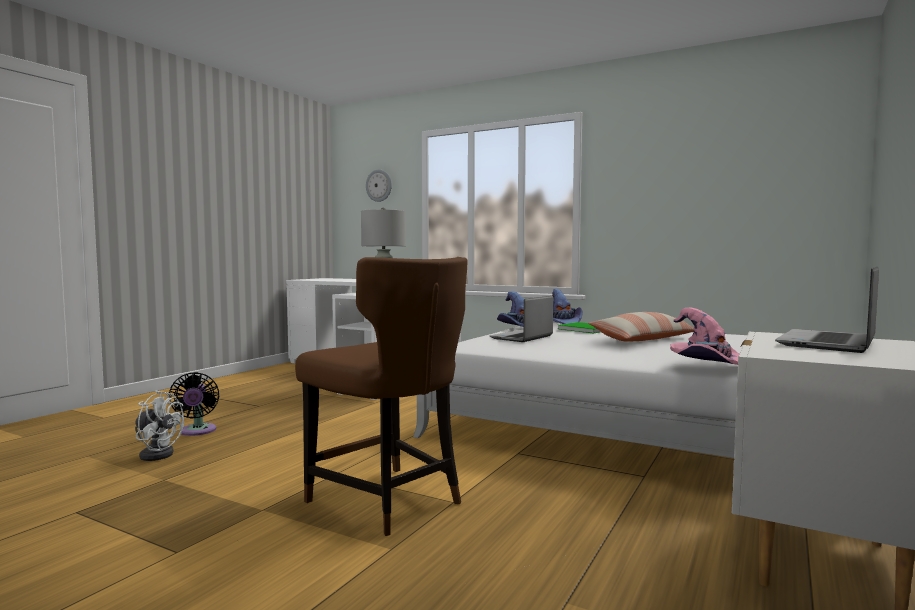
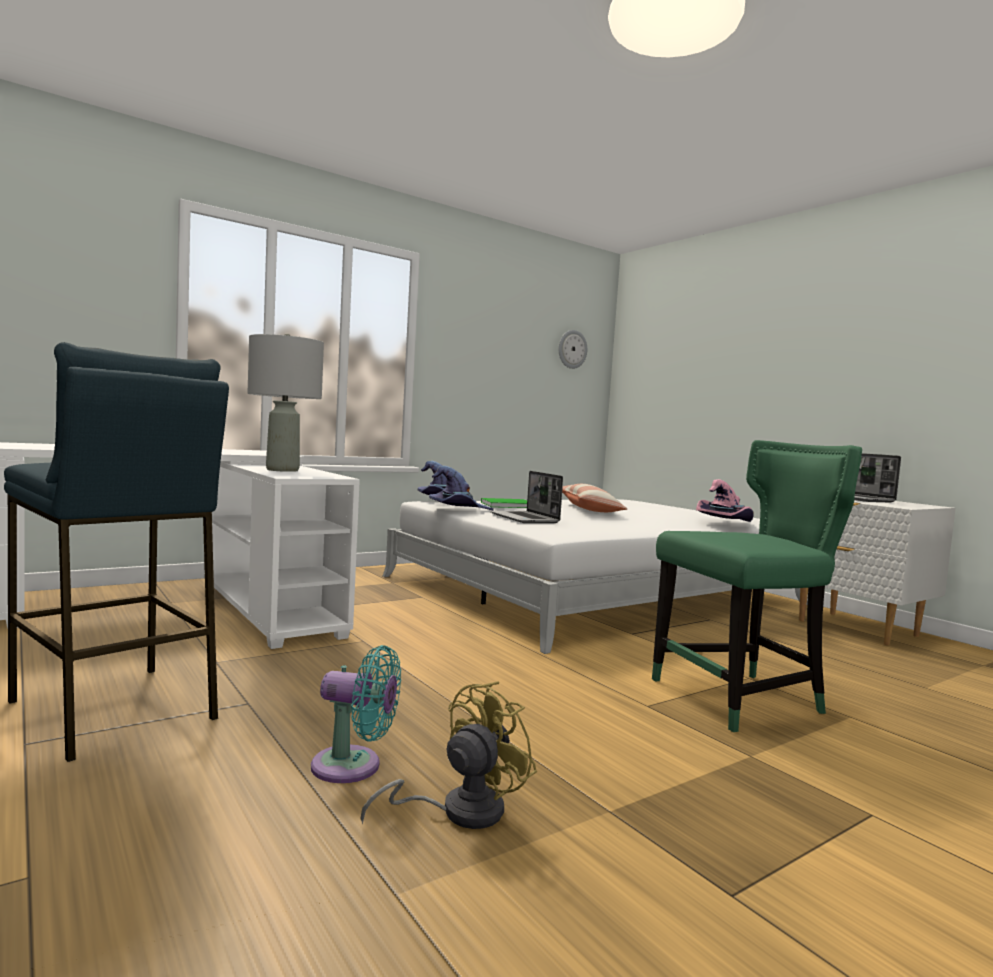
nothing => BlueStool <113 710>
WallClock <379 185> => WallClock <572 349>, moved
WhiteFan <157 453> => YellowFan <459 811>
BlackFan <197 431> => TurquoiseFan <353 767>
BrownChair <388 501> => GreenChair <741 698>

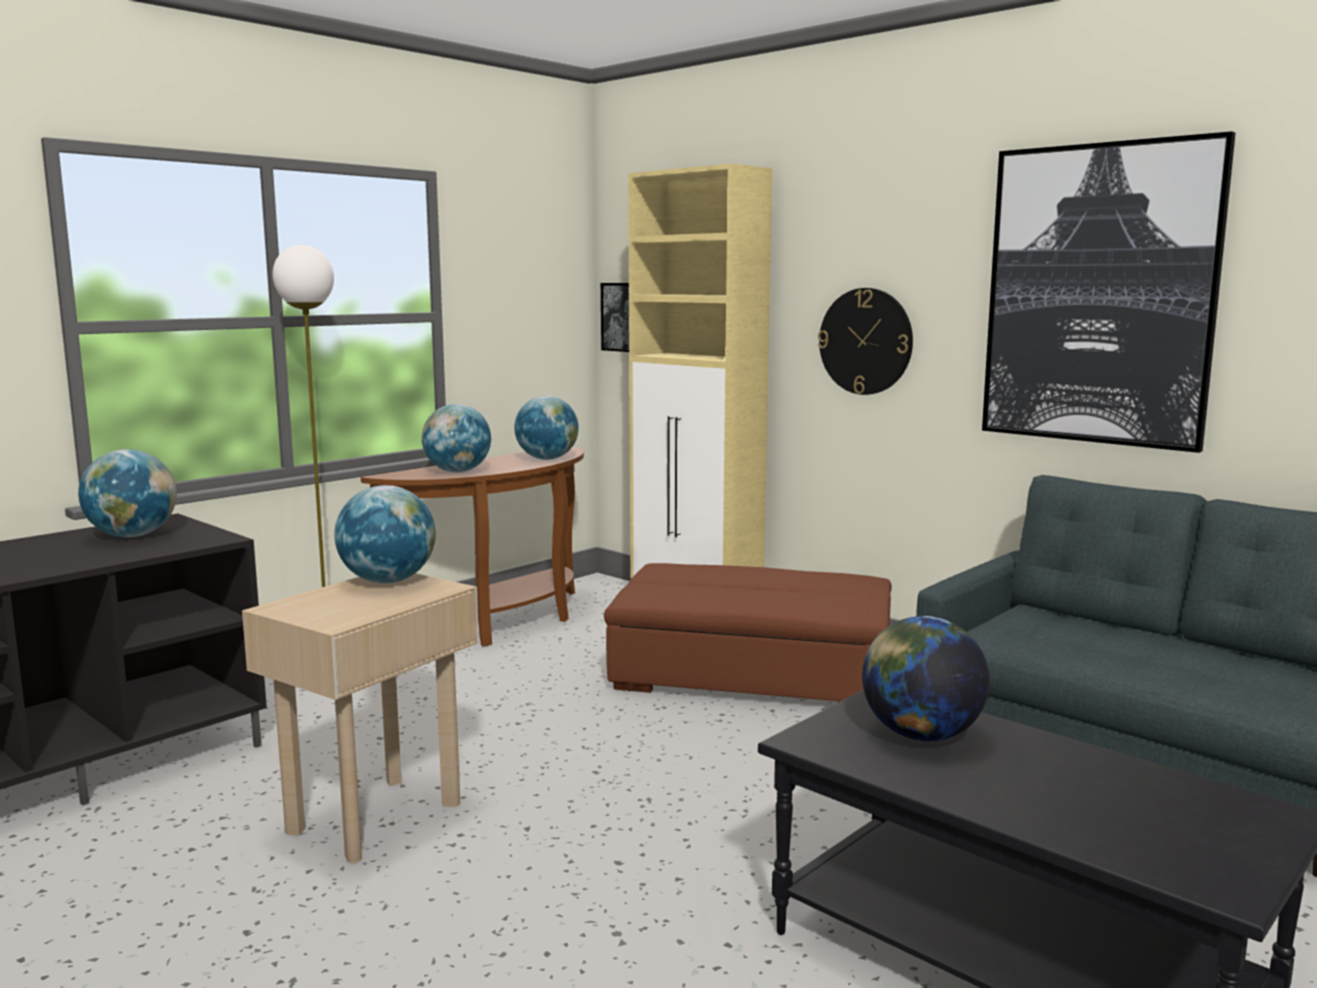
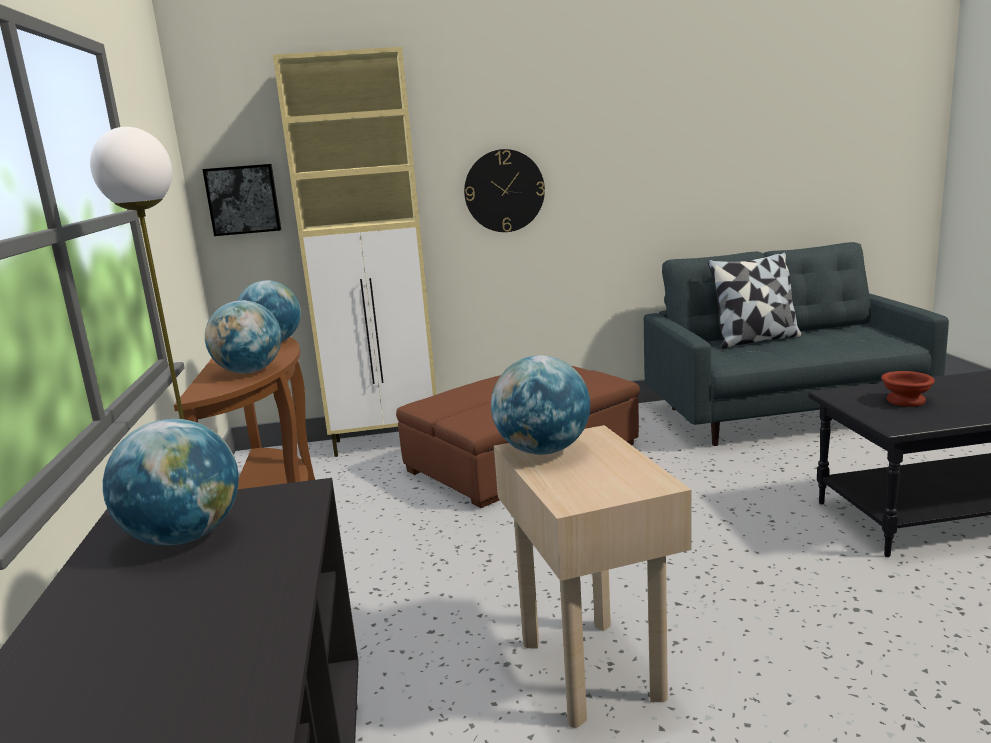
Picture <1099 295> => nothing
nothing => Pillow <755 340>
Globe <920 735> => BrownBowl <904 401>

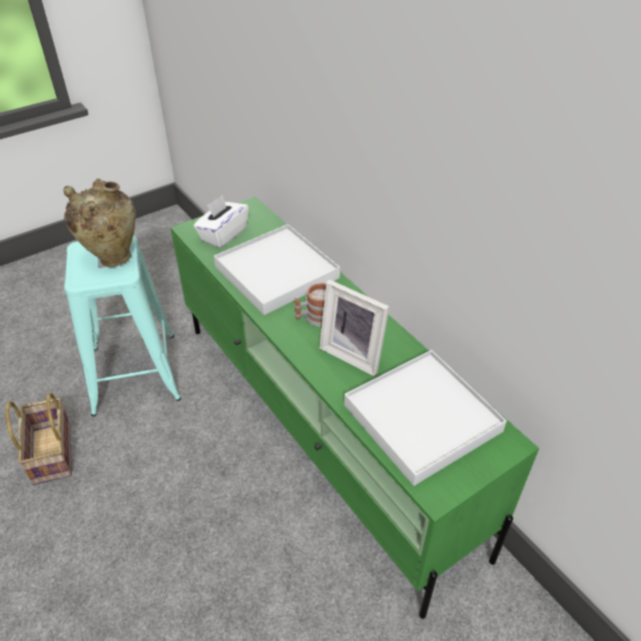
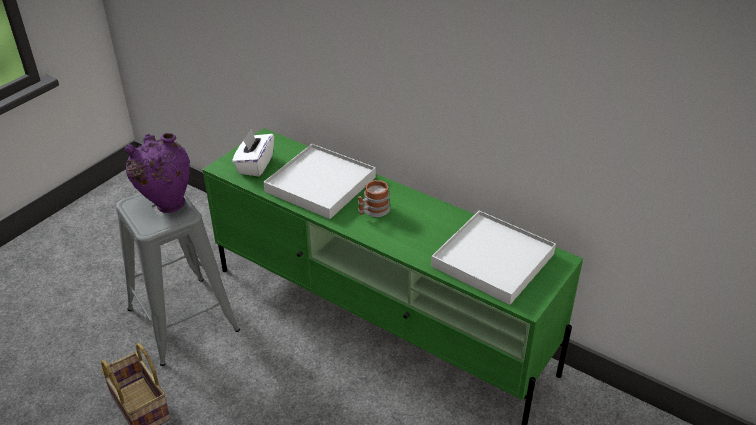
PictureFrame <354 353> => nothing
BeigeVase <112 257> => PurpleVase <166 204>
TurquoiseStool <135 373> => GreyStool <183 319>

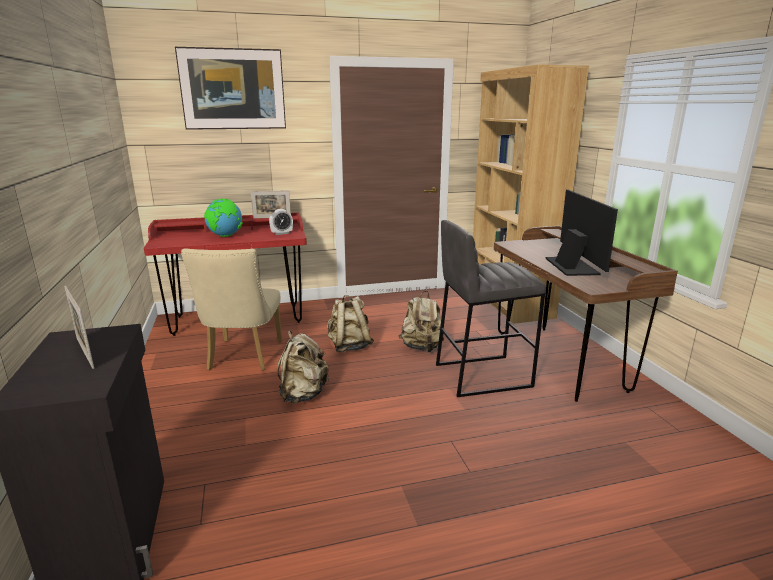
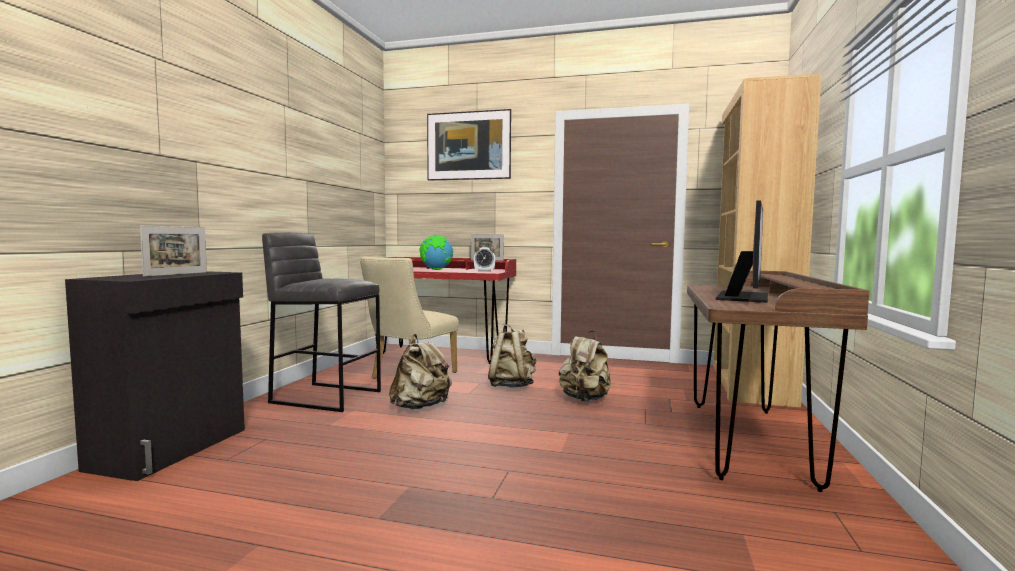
GreyStool <481 375> => GreyStool <326 396>, moved
PictureFrame <85 353> => PictureFrame <176 274>, 150 degrees counterclockwise

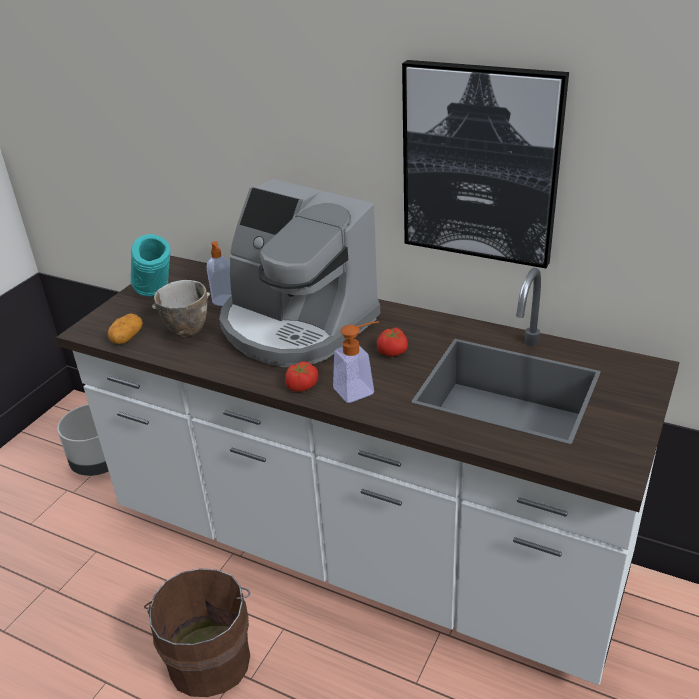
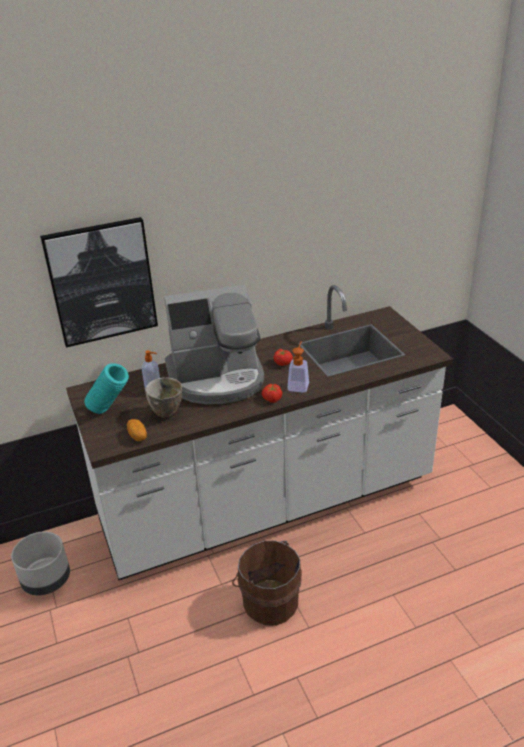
Picture <480 164> => Picture <101 282>, moved

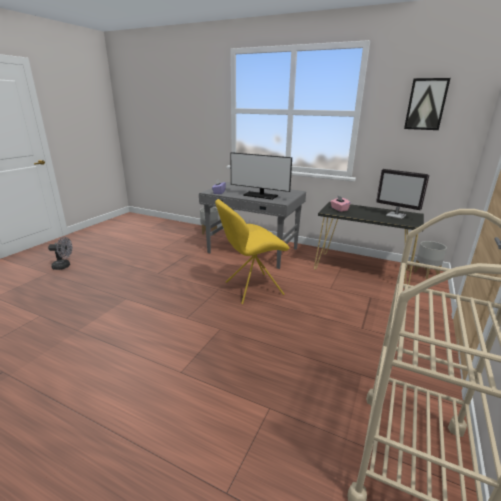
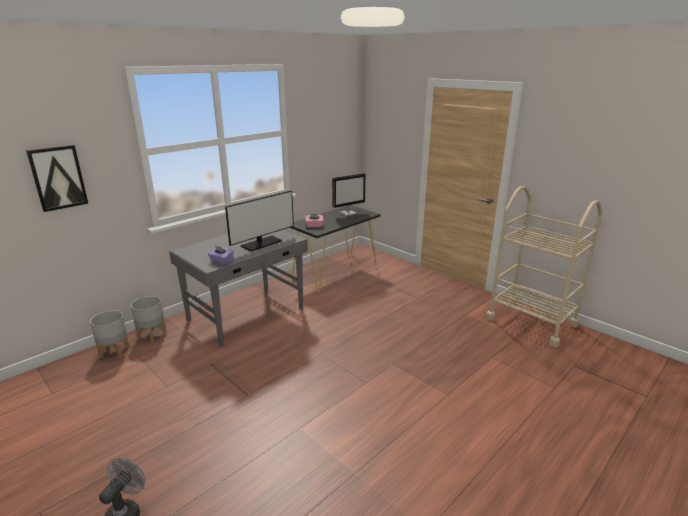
YellowChair <251 289> => nothing
Picture <426 104> => Picture <58 178>, moved
GreyPlanter <426 274> => GreyPlanter <115 351>, moved

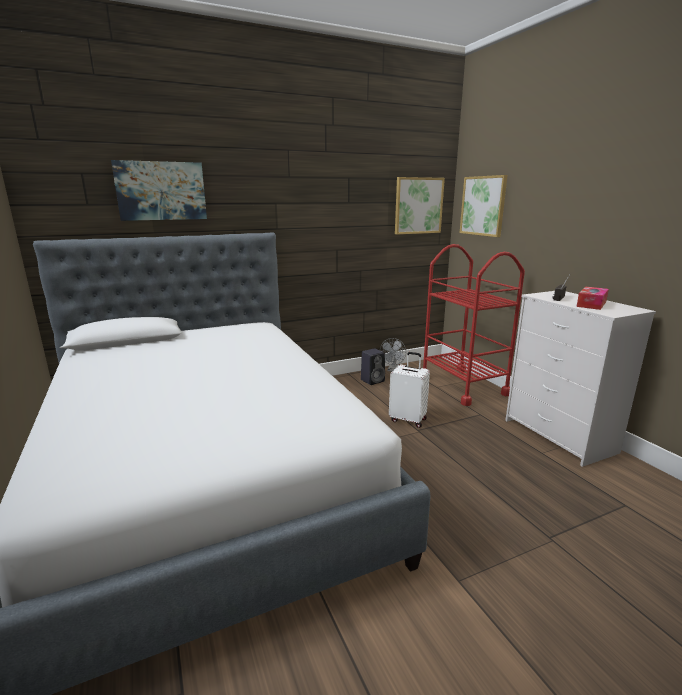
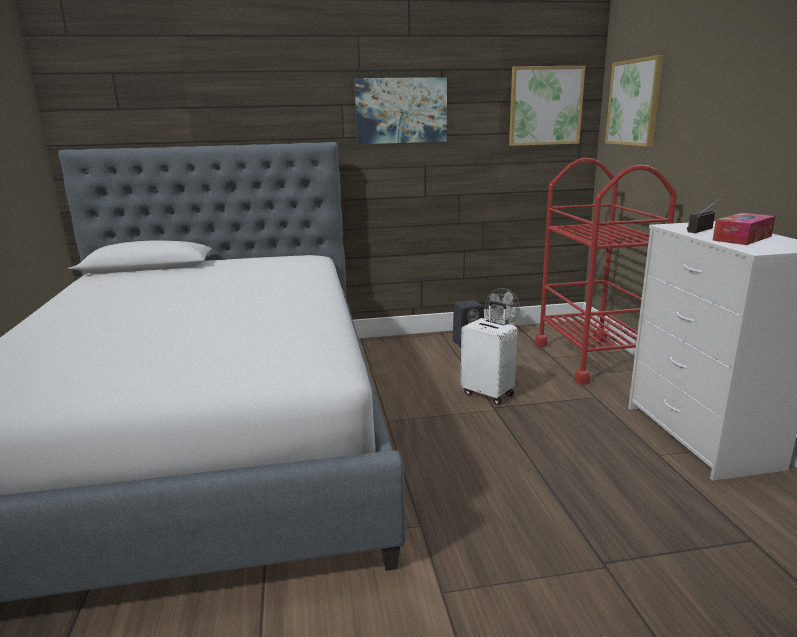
Picture <161 191> => Picture <401 110>, moved

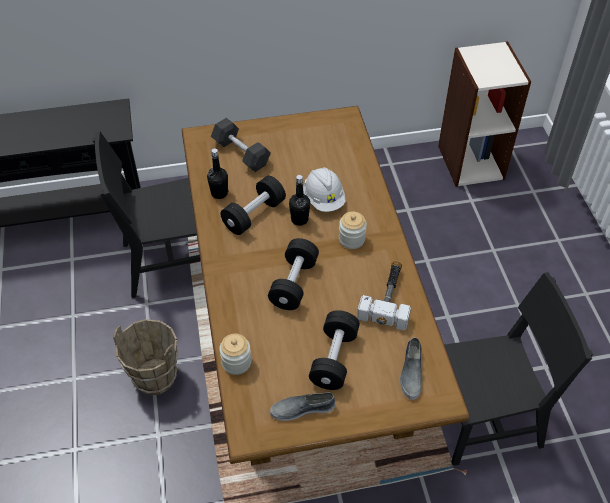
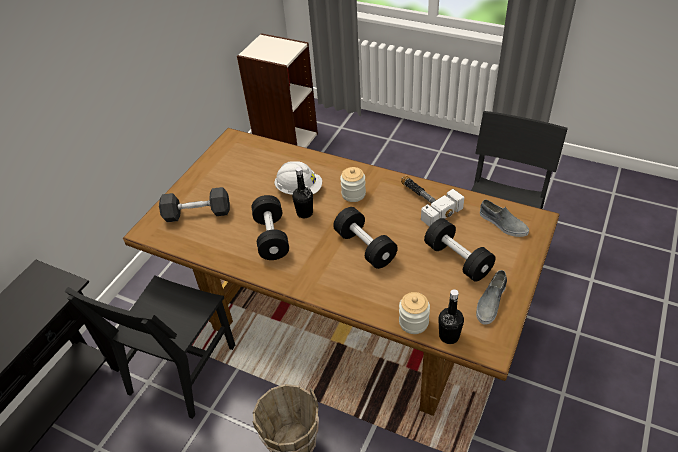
BlackBottle <219 193> => BlackBottle <449 336>, moved

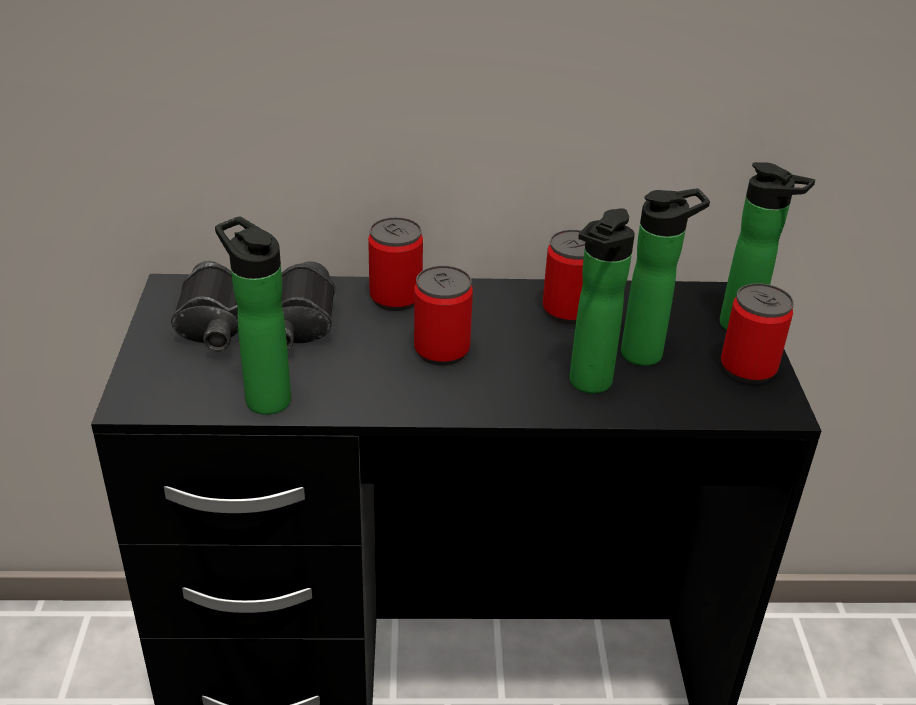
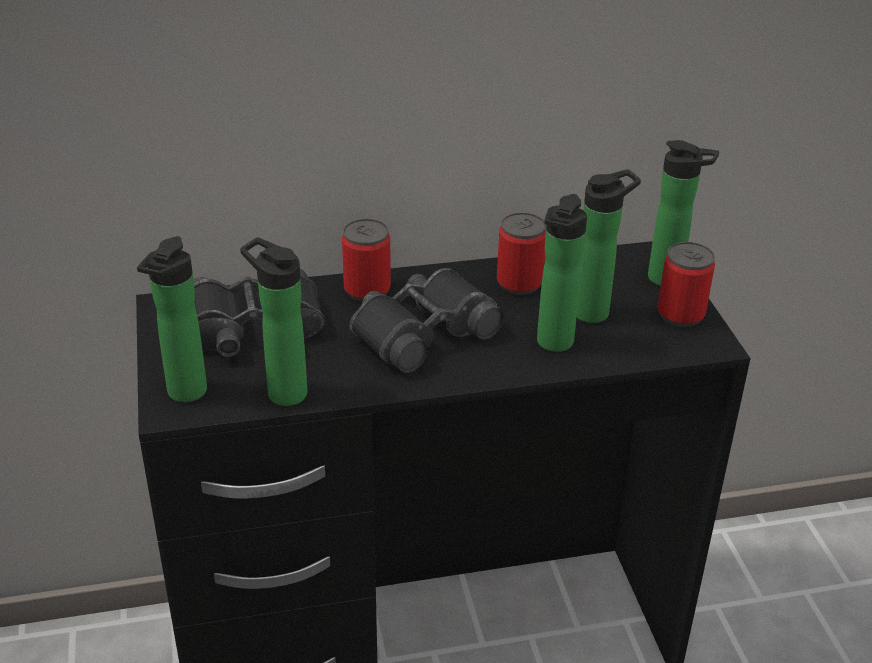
nothing => Bottle <184 394>
Can <441 350> => BlackBinoculars <422 331>

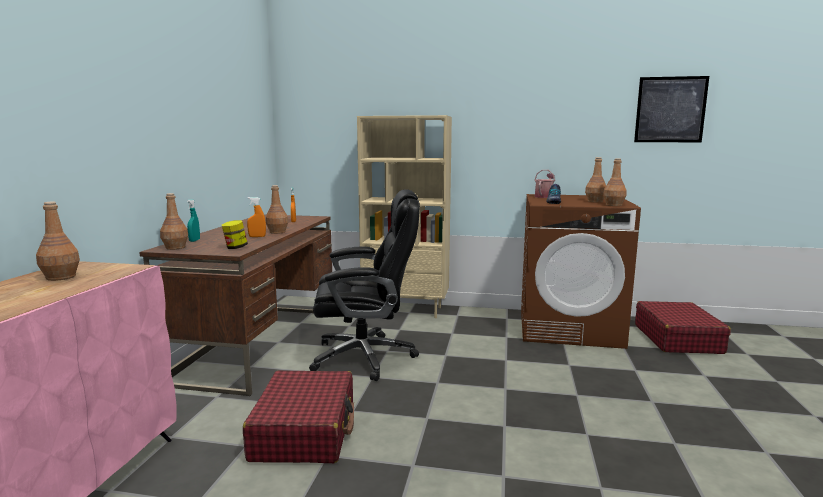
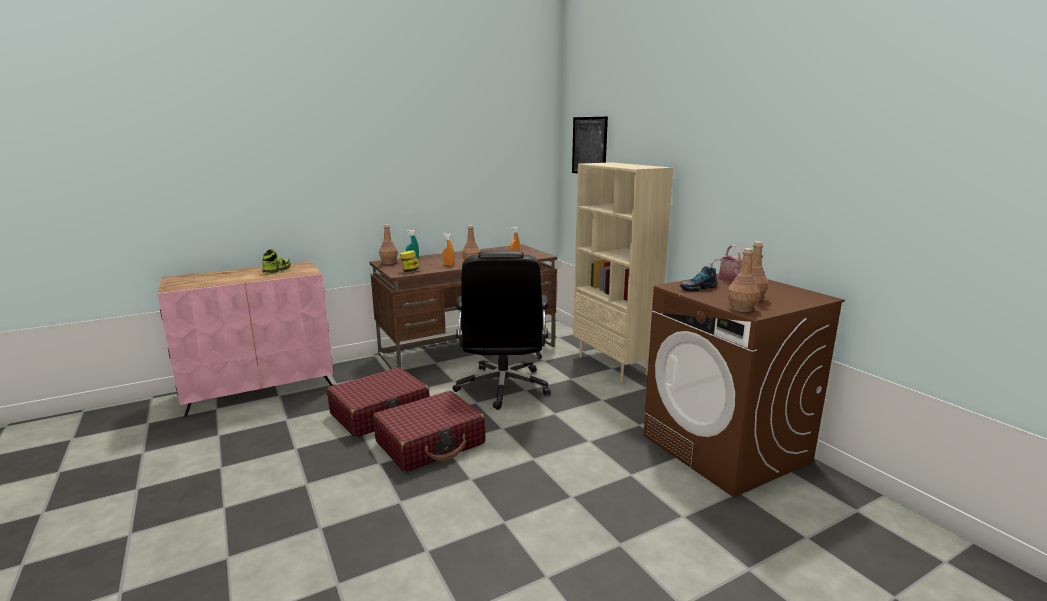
Picture <670 110> => Picture <589 146>, moved
RedSuitcase <677 339> => RedSuitcase <430 443>, moved
BrownBottle <60 277> => Shoe <277 270>
BlackOfficeChair <366 357> => BlackOfficeChair <503 387>, 45 degrees clockwise

